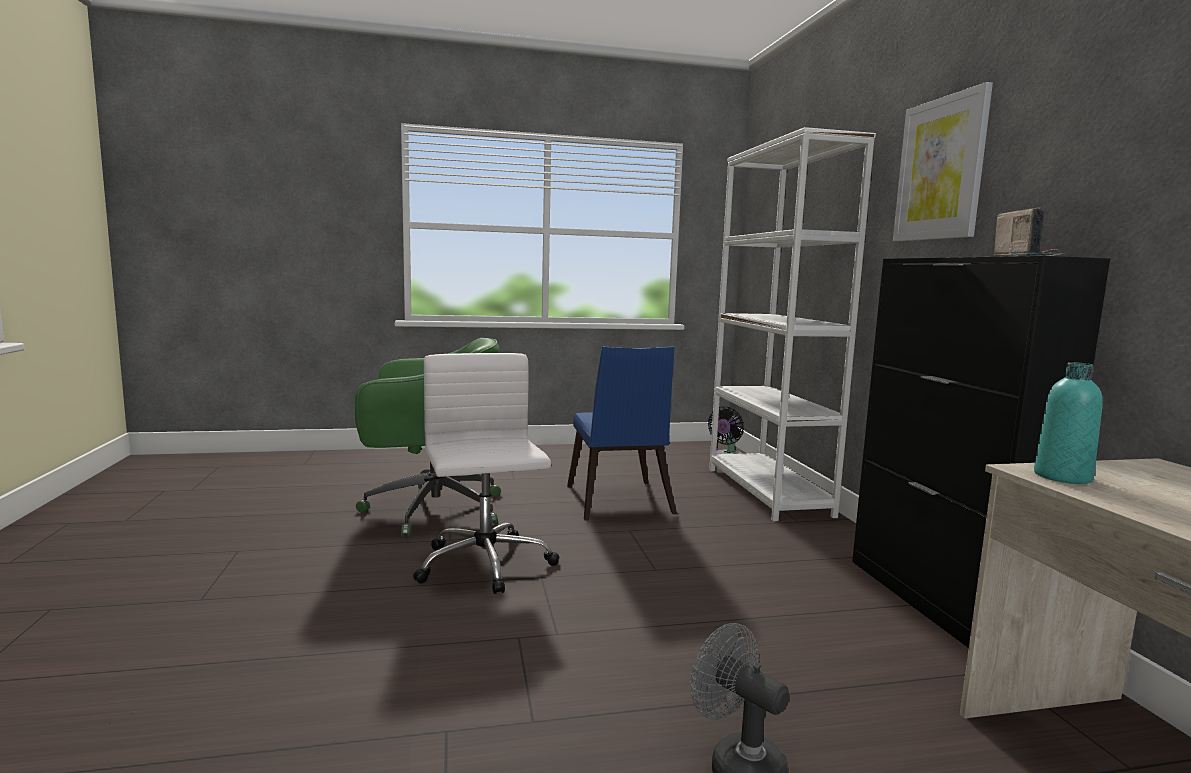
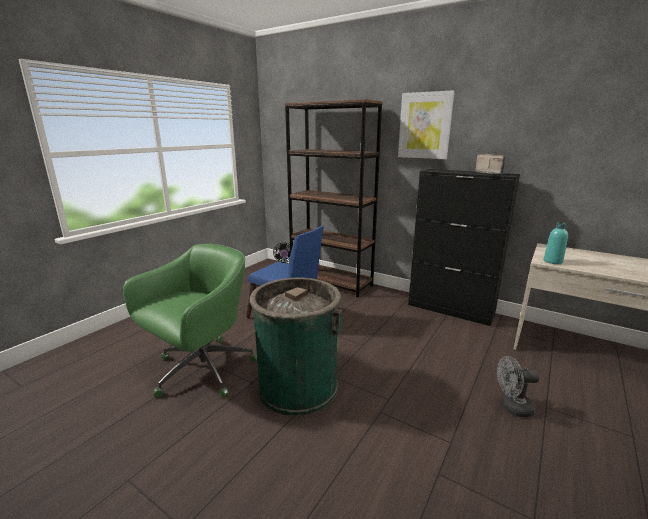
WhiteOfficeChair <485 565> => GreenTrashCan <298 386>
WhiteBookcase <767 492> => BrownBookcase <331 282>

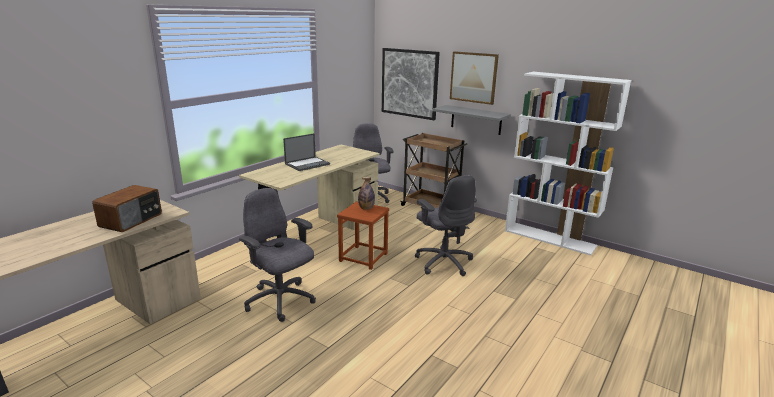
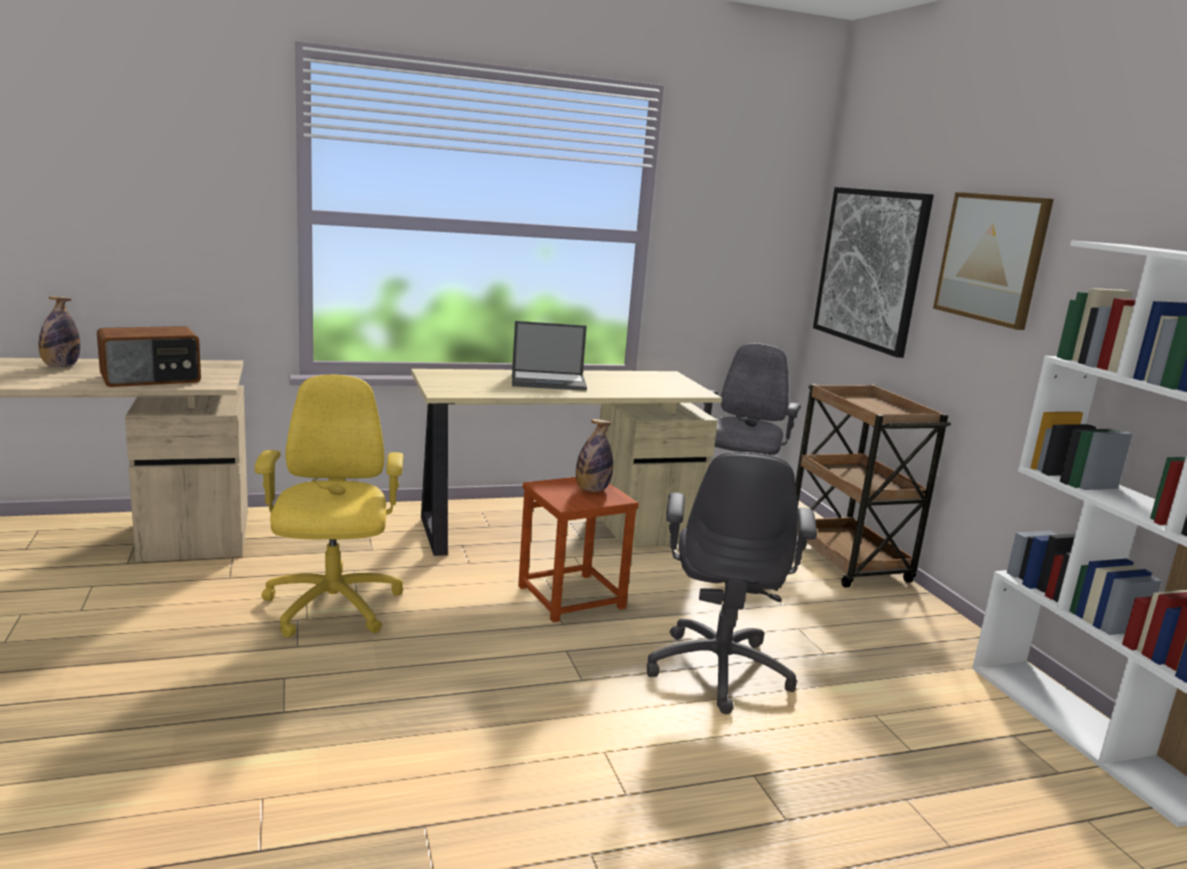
GreyShelf <476 120> => nothing
nothing => Bottle <61 366>
GreyOfficeChair <280 301> => YellowOfficeChair <332 607>

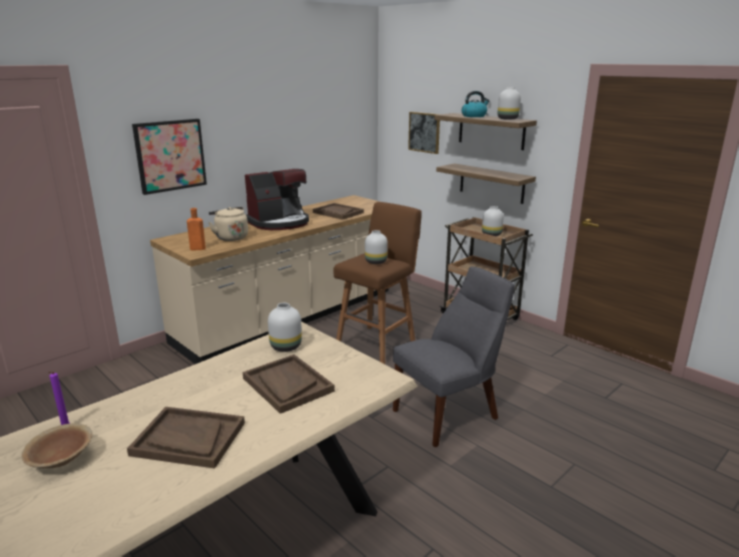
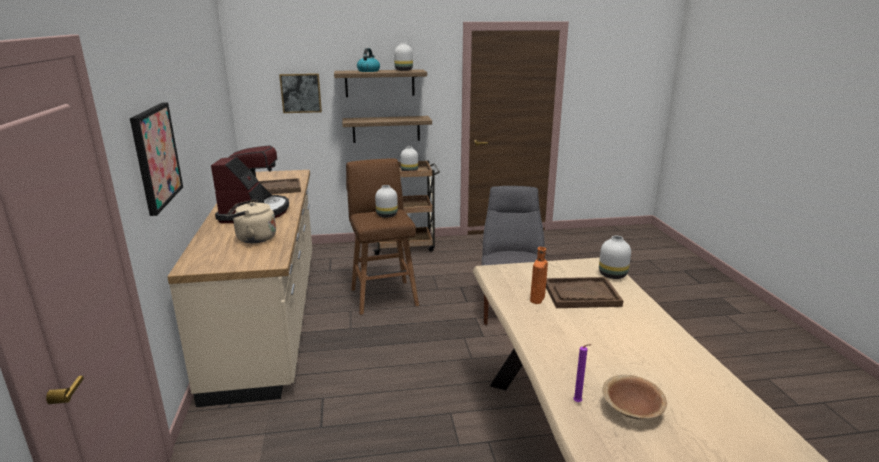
BrownTray <188 439> => nothing
OrangeBottle <196 249> => OrangeBottle <537 300>, moved
WhiteVase <287 346> => WhiteVase <612 274>, moved

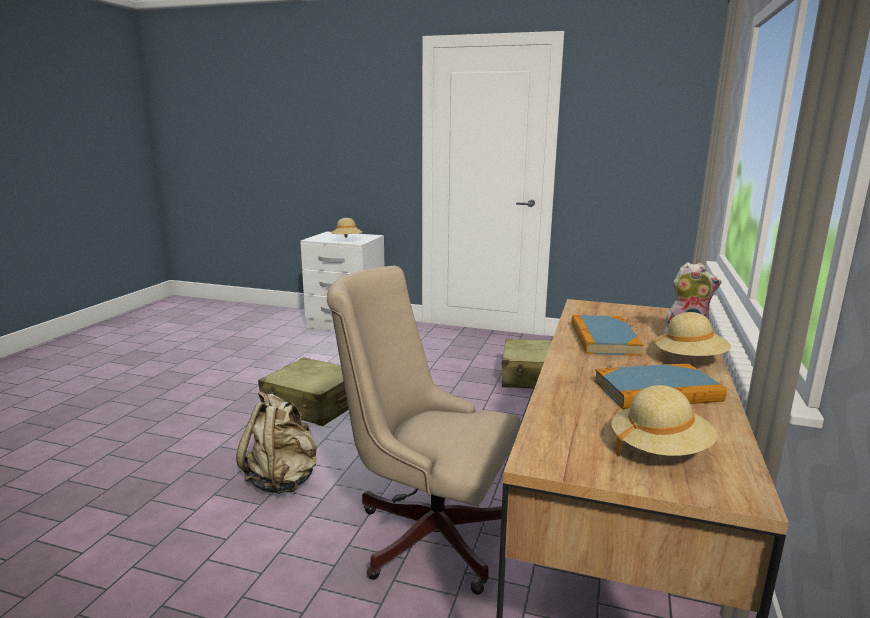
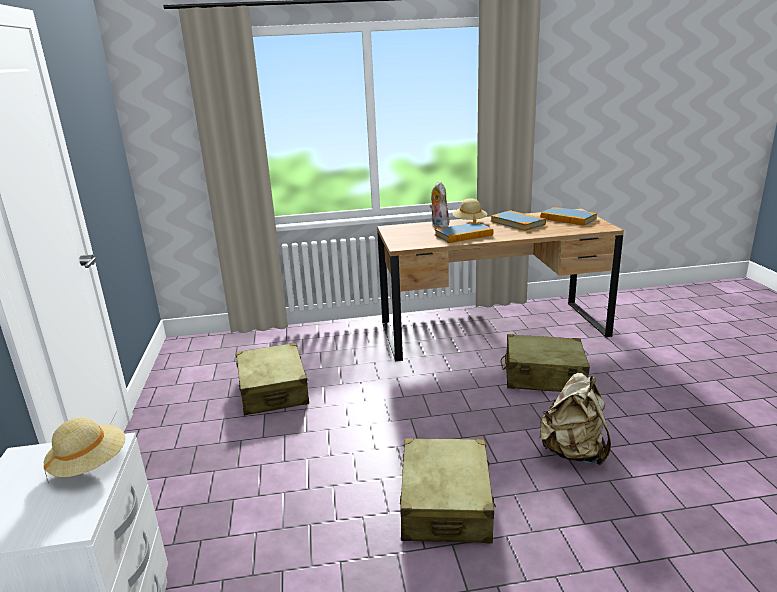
BeigeOfficeChair <426 532> => BeigeSuitcase <543 376>
BeigeHat <659 450> => Book <568 219>

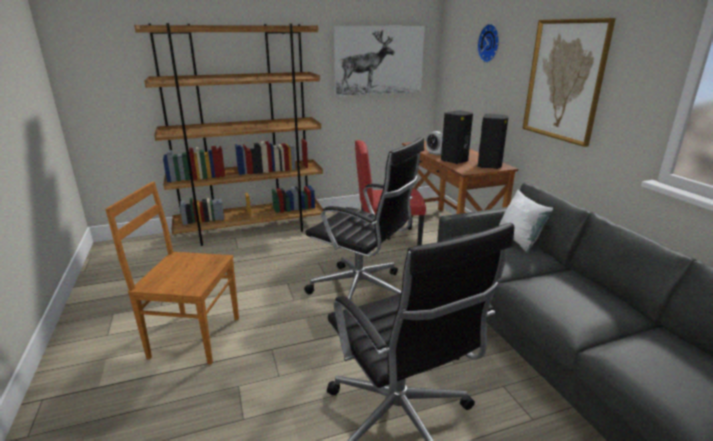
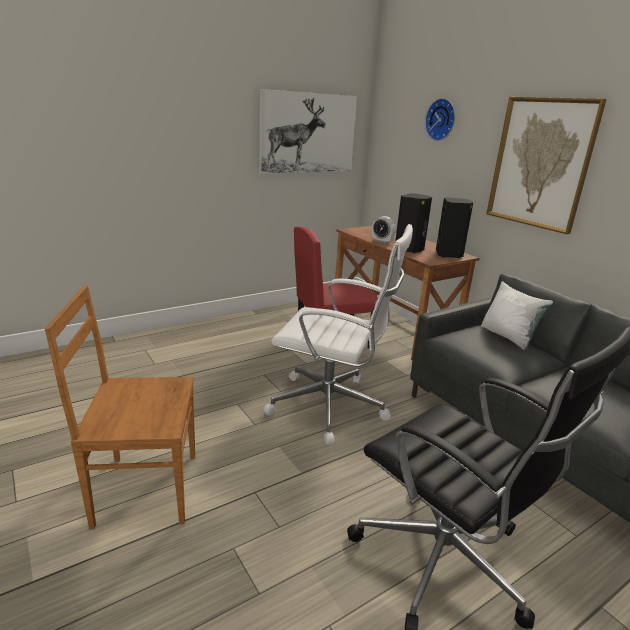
BrownBookcase <251 230> => nothing
BlackOfficeChair <362 292> => WhiteOfficeChair <331 407>

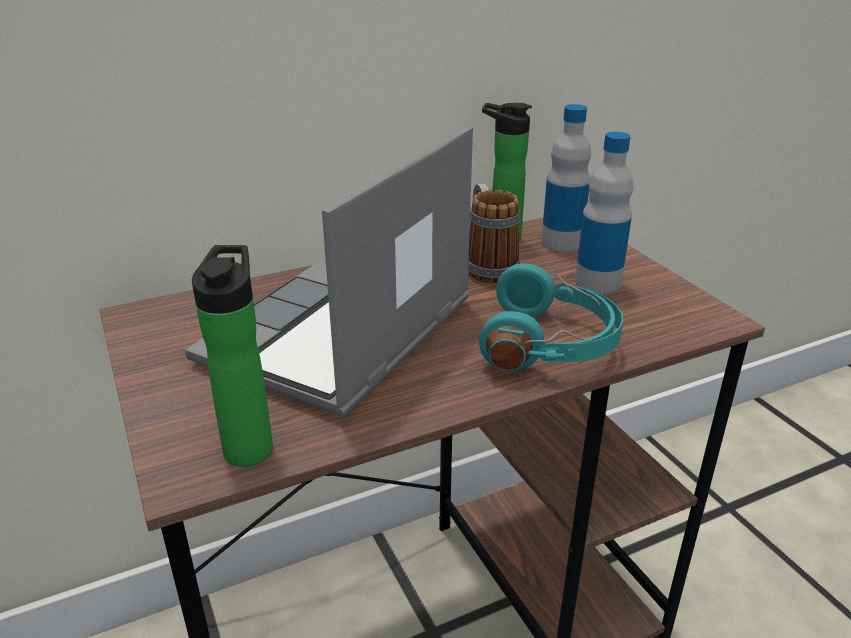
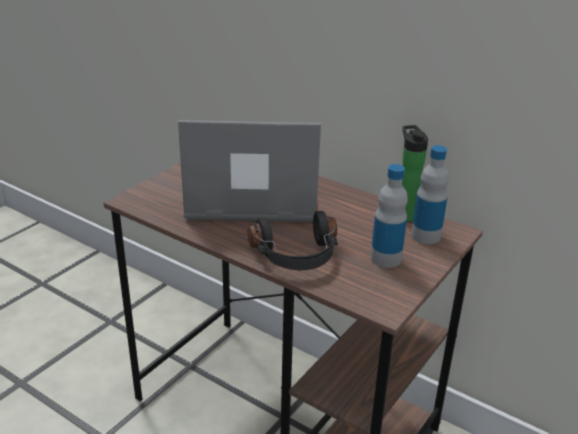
Bottle <250 445> => nothing
Mug <487 265> => nothing
TurquoiseHeadphones <550 344> => BlackHeadphones <297 257>

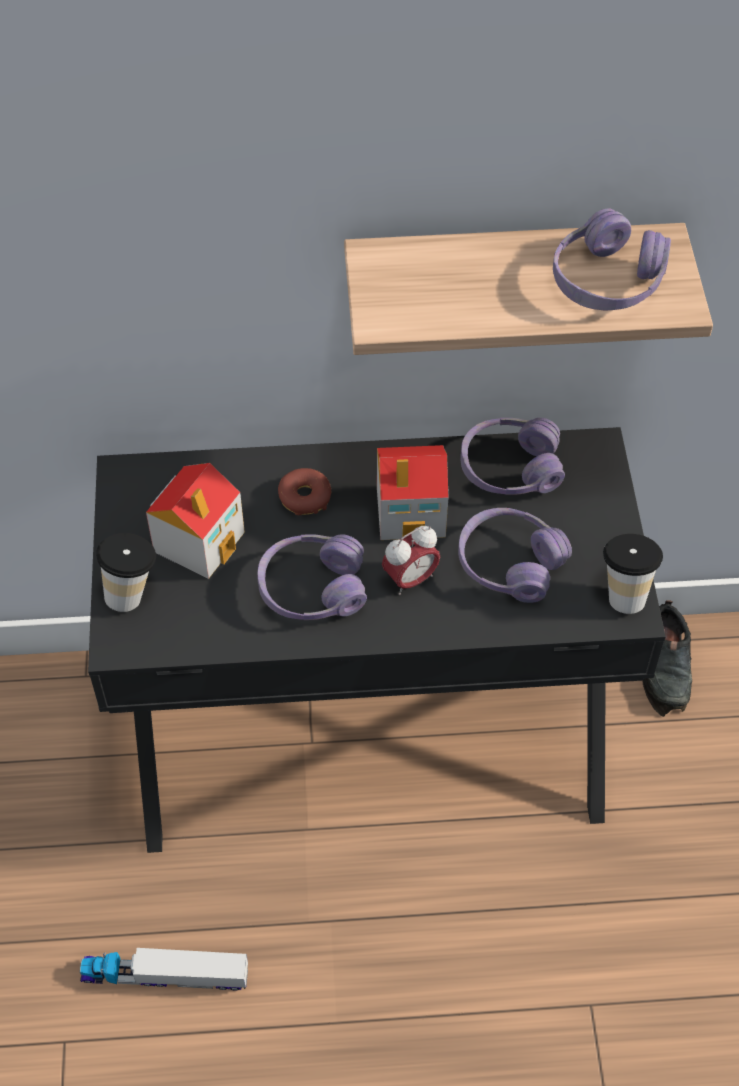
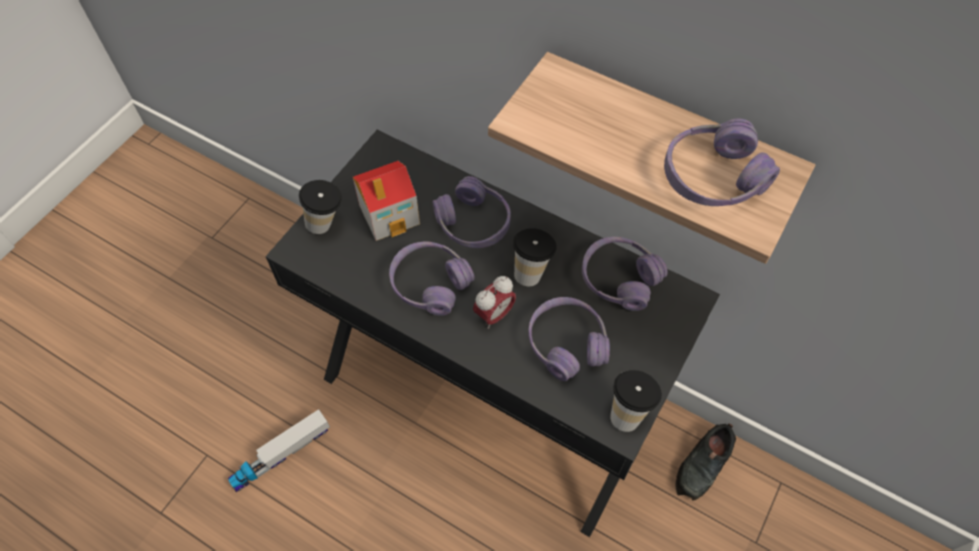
Donut <305 497> => PurpleHeadphones <473 223>
ToyHouse <412 512> => Cup <531 271>
ToyTruck <165 975> => ToyTruck <281 454>, 75 degrees counterclockwise
AlarmClock <410 579> => AlarmClock <494 315>, 45 degrees counterclockwise

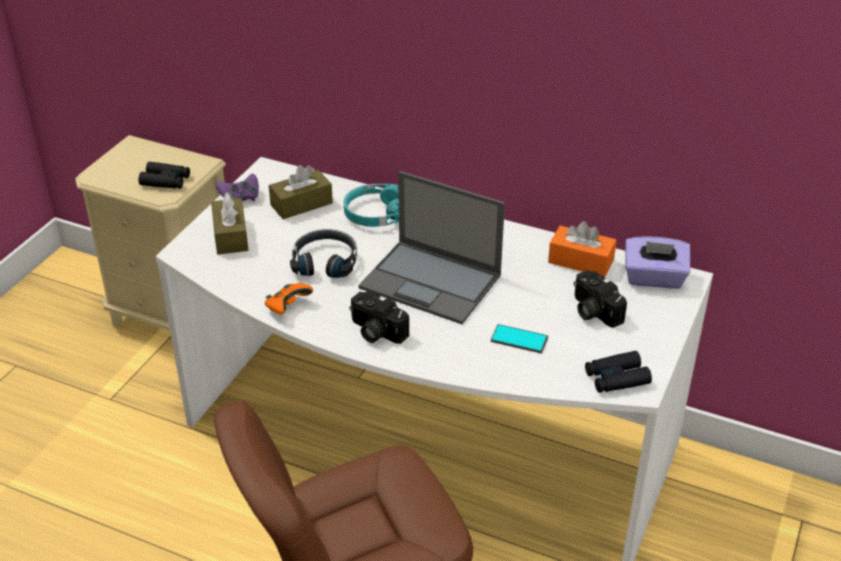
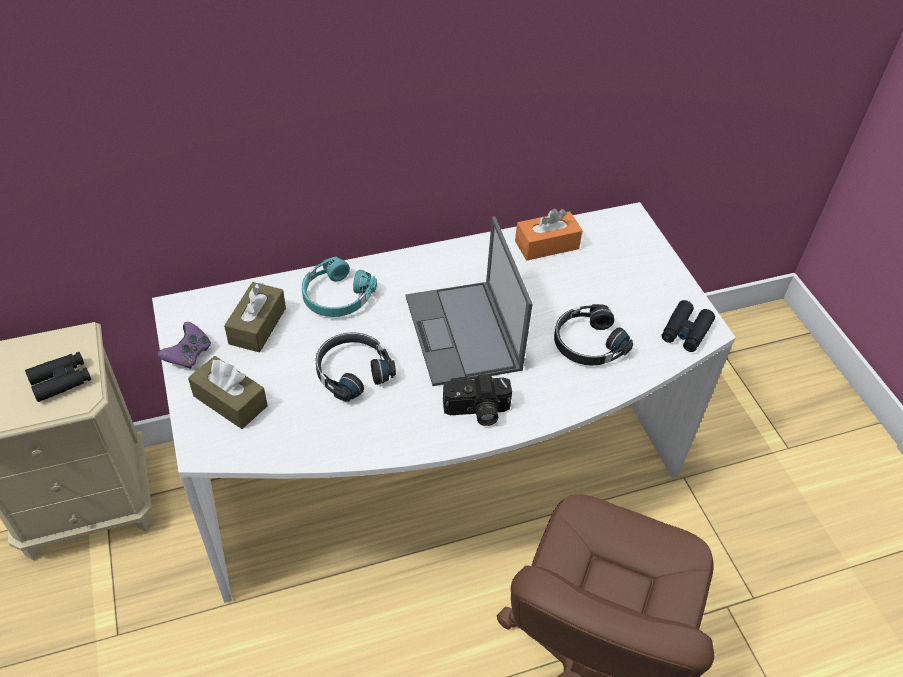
OrangeGameController <287 307> => nothing
PhotoCamera <592 311> => nothing
PurpleTissueBox <654 278> => nothing
Phone <519 339> => BlackHeadphones <587 343>
Laptop <432 282> => Laptop <463 334>, 90 degrees clockwise

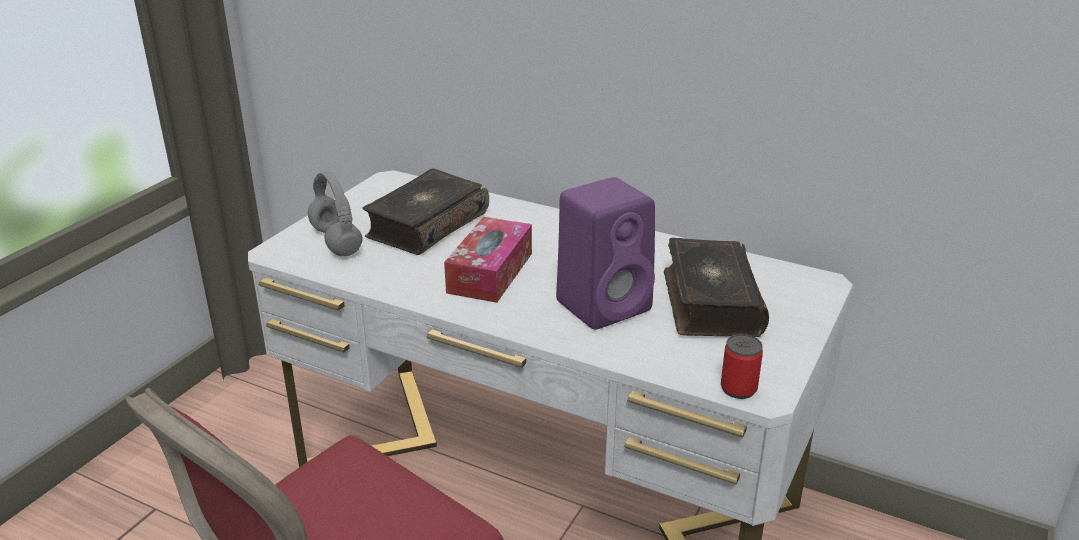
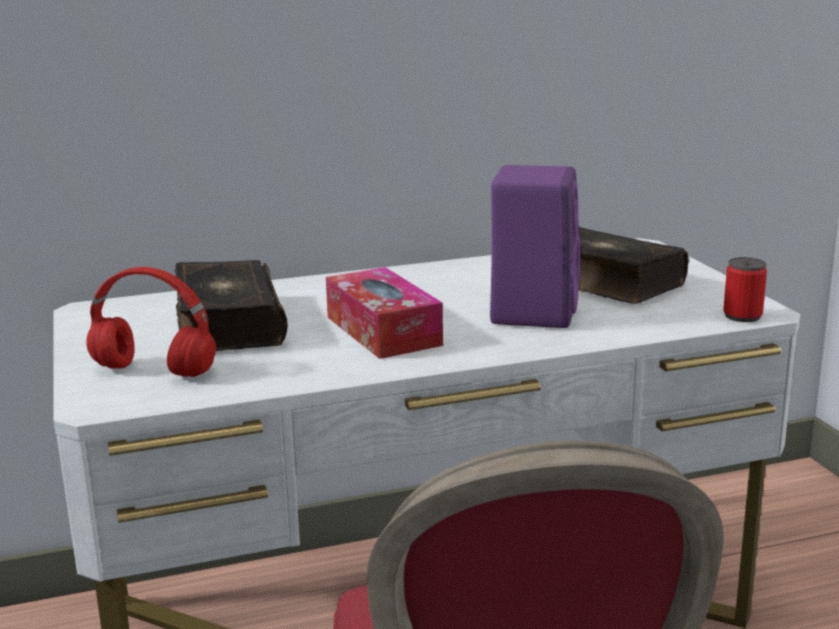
GreyHeadphones <335 241> => RedHeadphones <151 371>

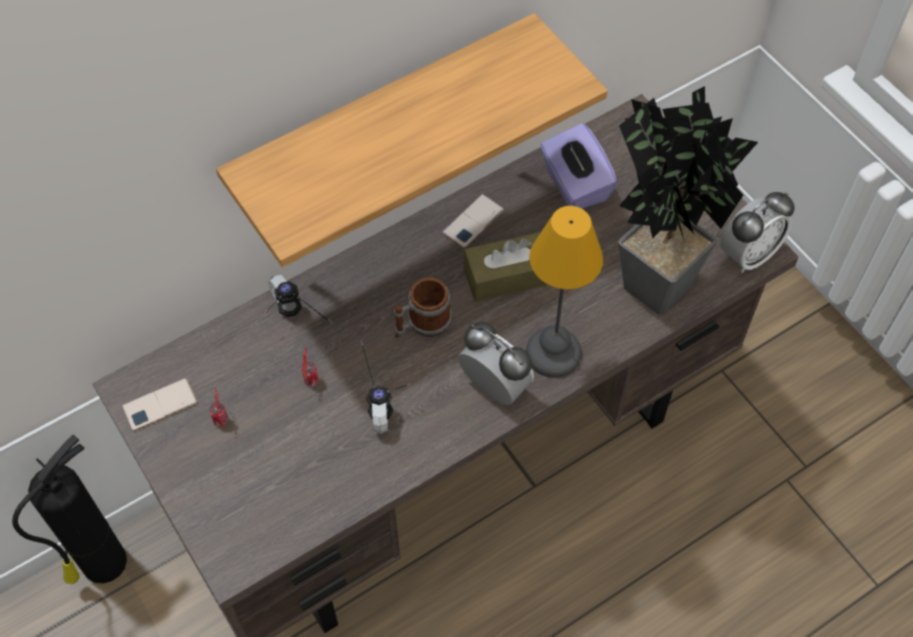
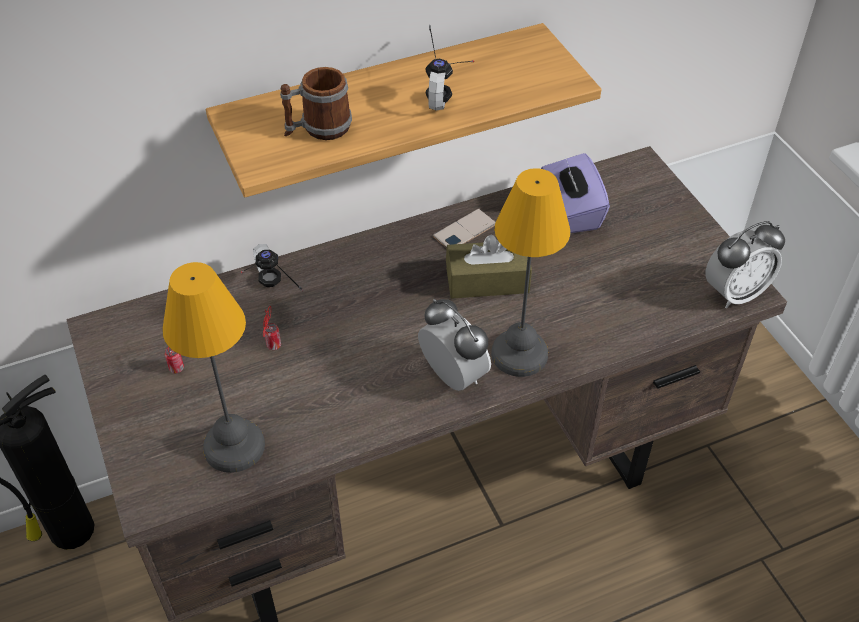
Phone <160 405> => nothing
PottedPlant <651 277> => nothing
nothing => TableLamp <234 448>
Headphones <388 398> => Headphones <448 90>, moved
Mug <422 324> => Mug <318 129>, moved

